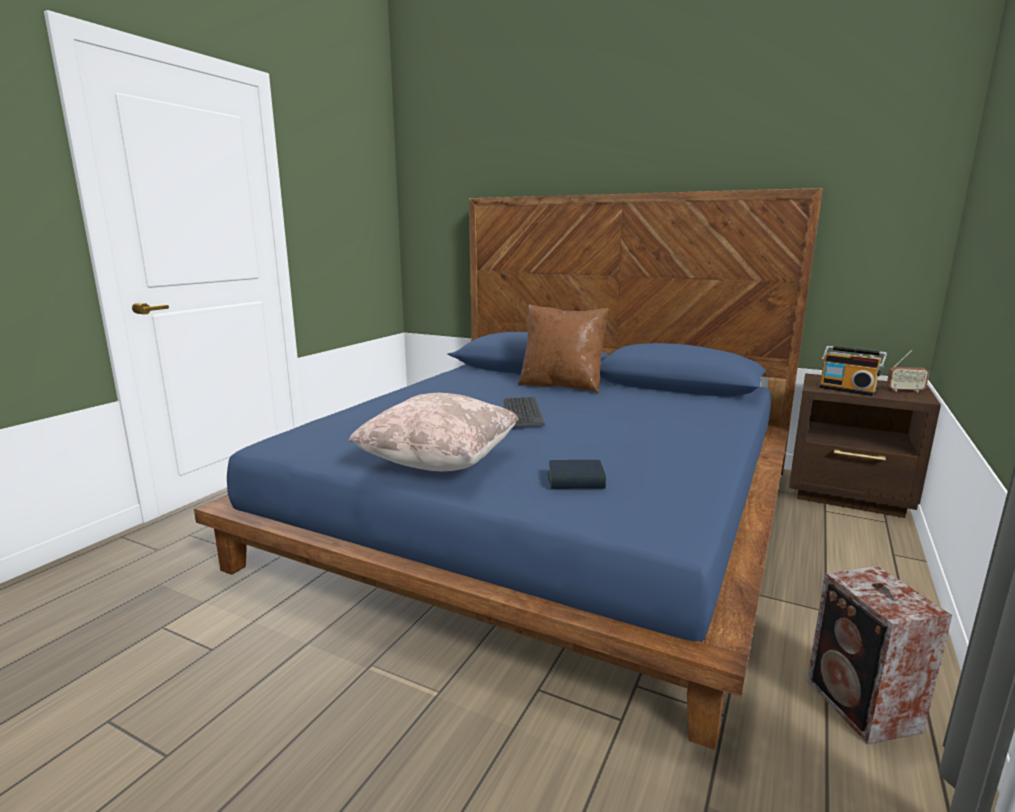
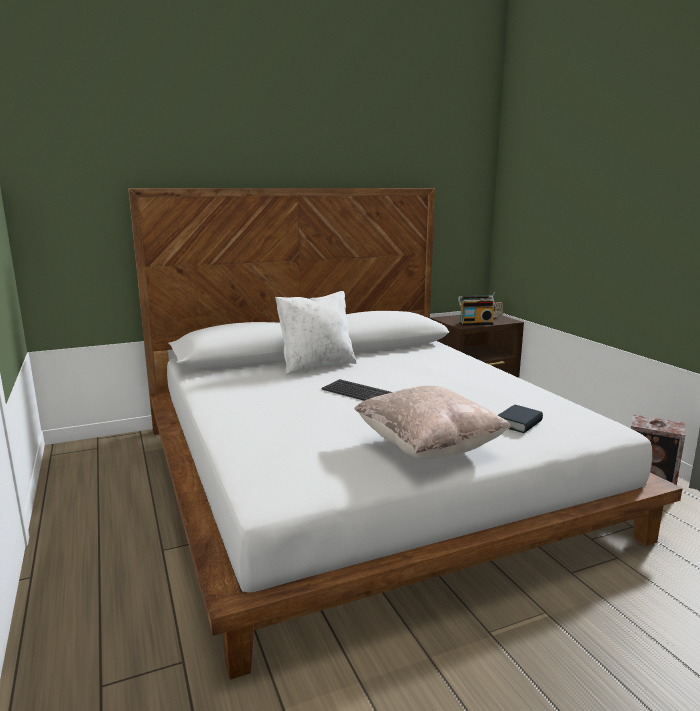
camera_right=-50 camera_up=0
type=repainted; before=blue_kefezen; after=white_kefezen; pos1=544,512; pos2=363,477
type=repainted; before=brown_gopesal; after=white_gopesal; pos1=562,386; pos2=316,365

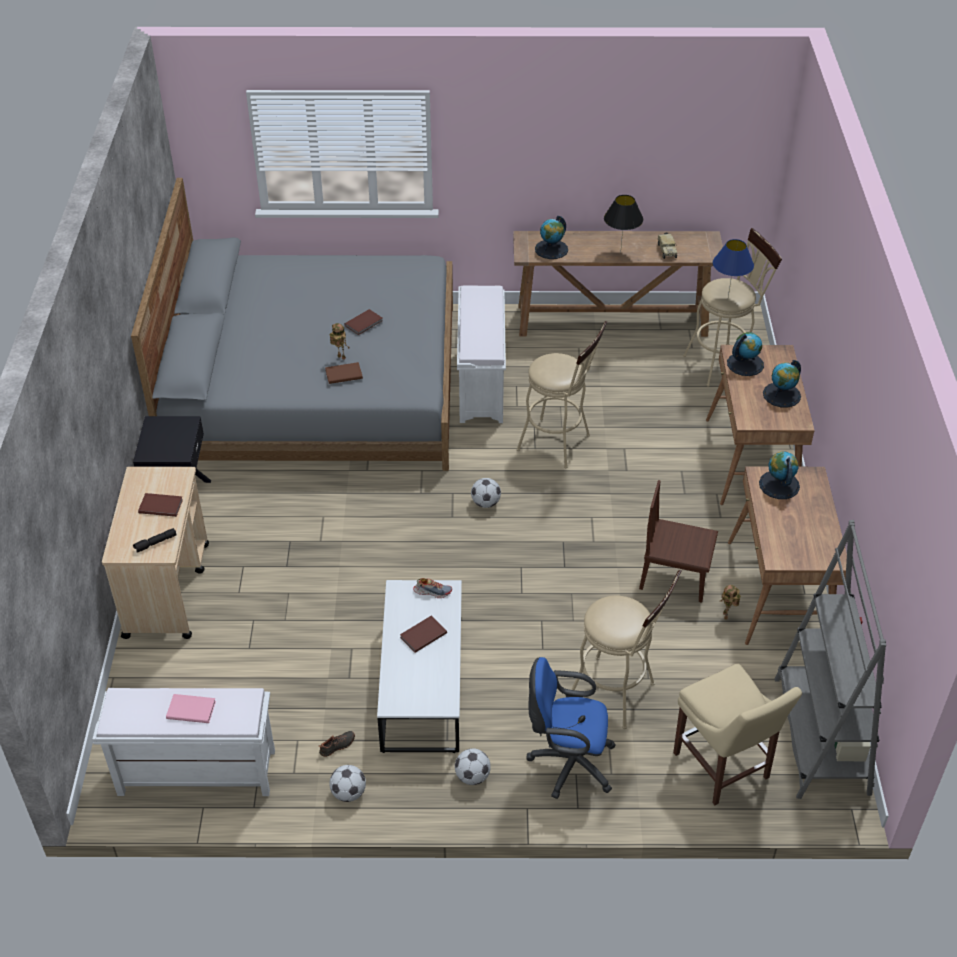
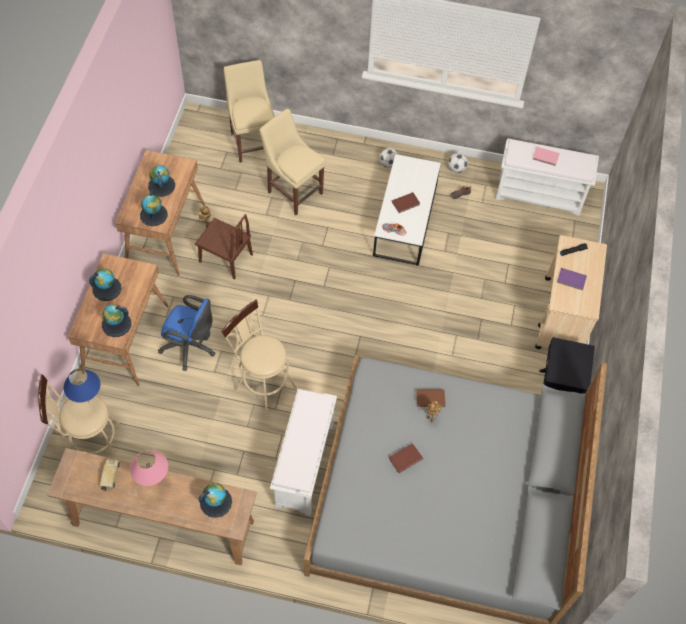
camera_right=-170 camera_up=15
type=repainted; before=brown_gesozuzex; after=purple_gesozuzex; pos1=160,505; pos2=571,280
type=gone; before=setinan; pos1=485,503
type=shifted; before=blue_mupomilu; pos1=567,763; pos2=191,347
type=swapped; before=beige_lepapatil; after=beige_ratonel; pos1=618,695; pos2=293,191
type=repainted; before=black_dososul; after=pink_dososul; pos1=620,252; pos2=154,482
type=gone; before=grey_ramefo; pos1=821,735
type=new; after=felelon; pos2=161,186

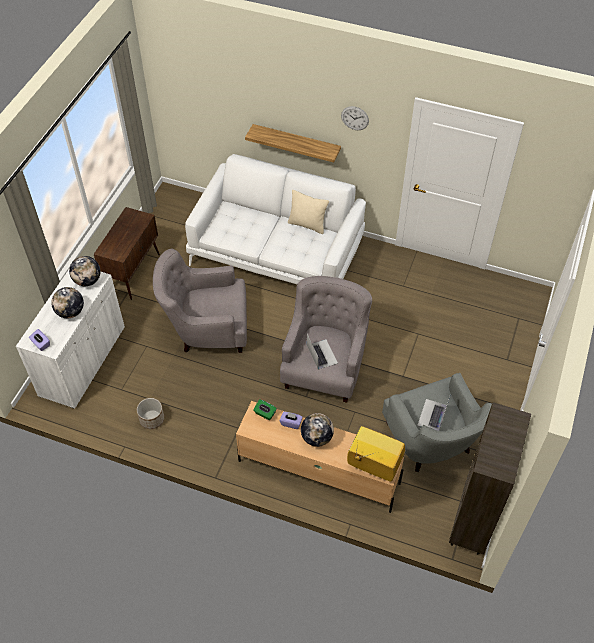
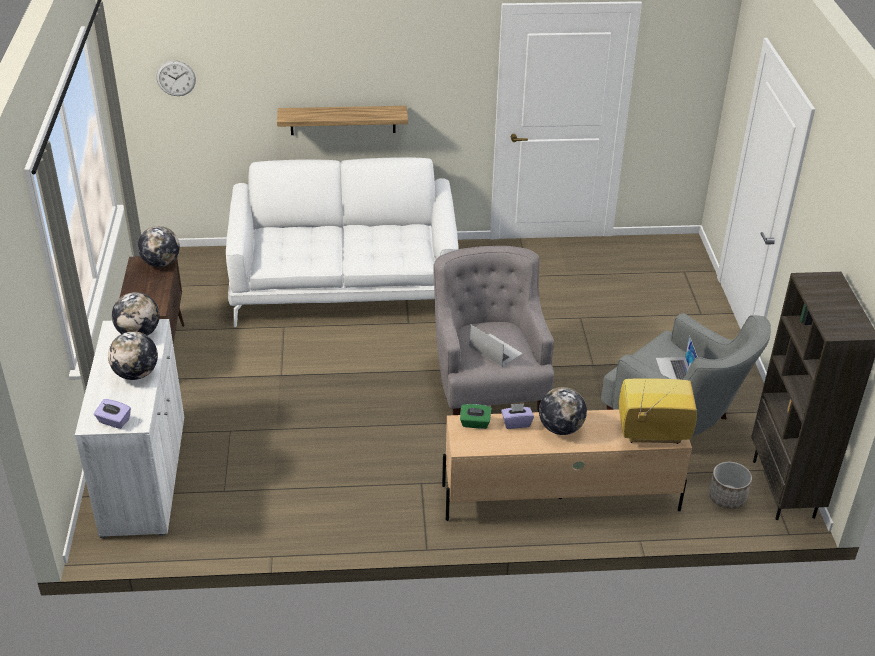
camera_right=-25 camera_up=-15
type=shifted; before=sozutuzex; pos1=152,419; pos2=727,497
type=gone; before=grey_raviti; pos1=206,329
type=gone; before=beige_gopesal; pos1=307,225
type=shifted; before=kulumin; pos1=355,118; pos2=176,78
type=new; after=felelon; pos2=161,263

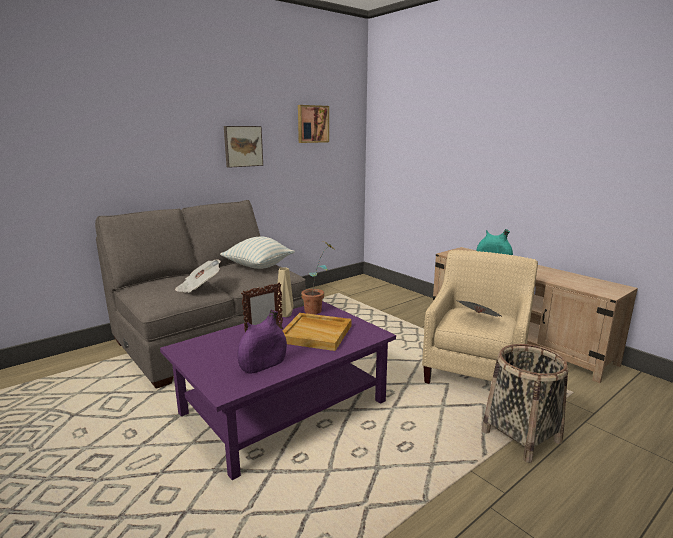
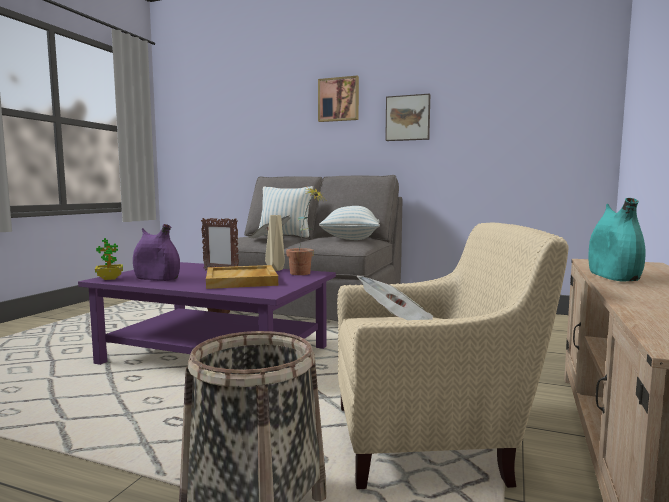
camera_right=60 camera_up=-10
type=shifted; before=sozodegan; pos1=312,124; pos2=339,99
type=new; after=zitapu; pos2=110,278
type=new; after=gopesal; pos2=285,236

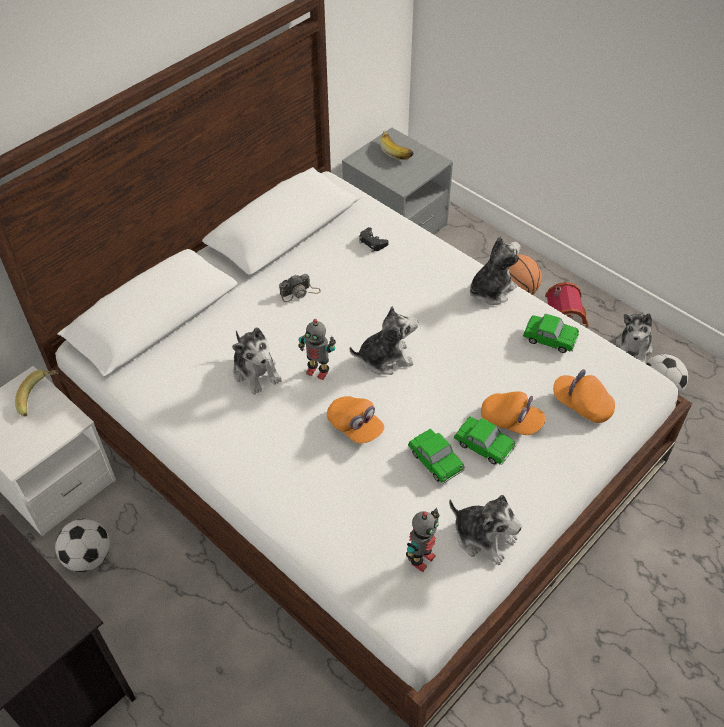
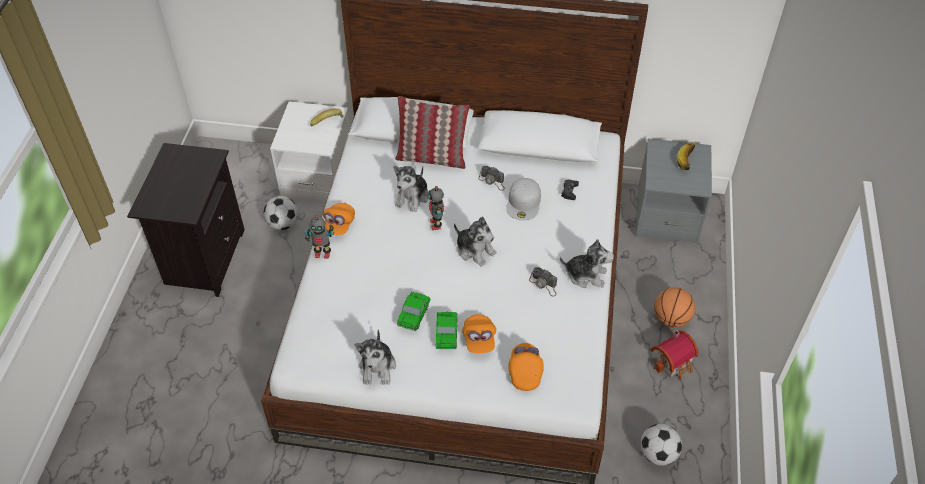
camera_right=55 camera_up=0
type=shifted; before=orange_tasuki; pos1=355,427; pos2=339,225
type=shifted; before=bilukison; pos1=421,559; pos2=322,253
type=gone; before=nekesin; pos1=549,339
type=gone; before=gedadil; pos1=633,348
type=new; after=gopesal; pos2=431,157
type=new; after=white_tasuki; pos2=524,203
type=new; after=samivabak; pos2=544,284

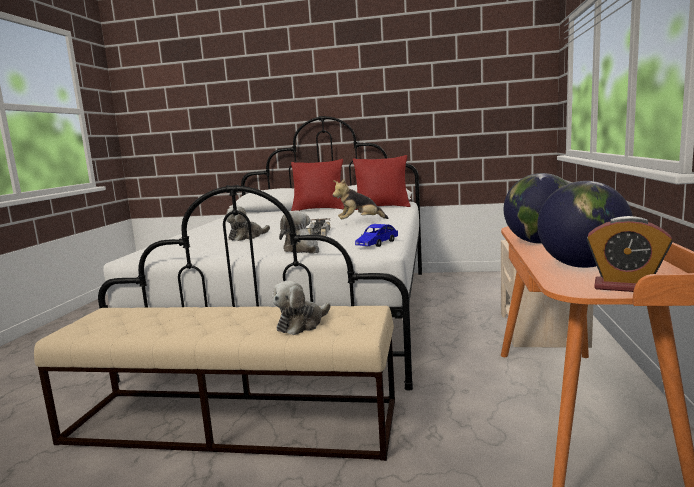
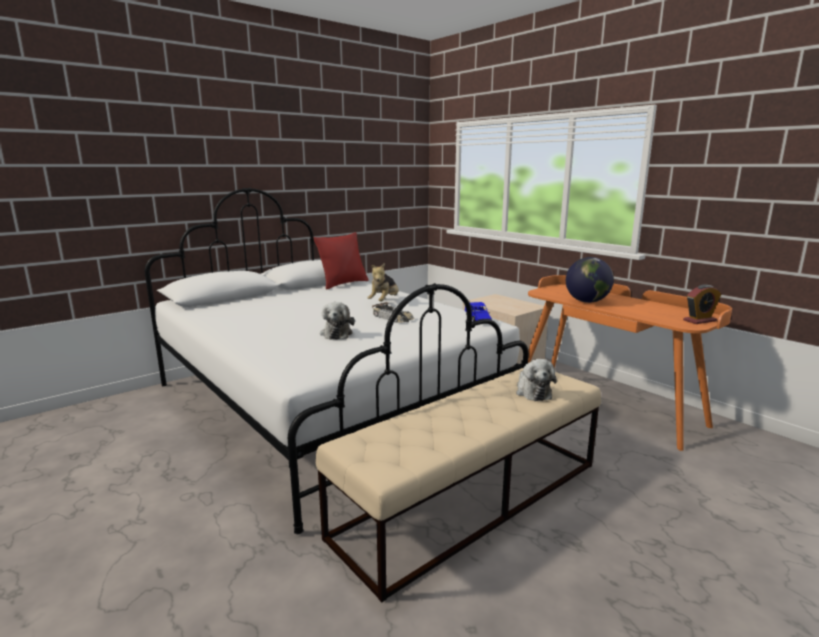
camera_right=-50 camera_up=5
type=gone; before=gedadil; pos1=302,249
type=gone; before=red_gopesal; pos1=319,209
type=gone; before=felelon; pos1=582,266

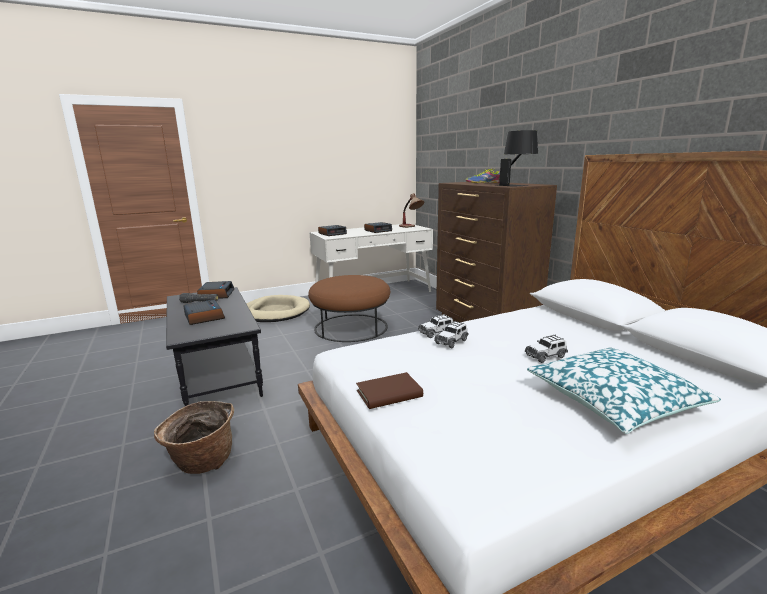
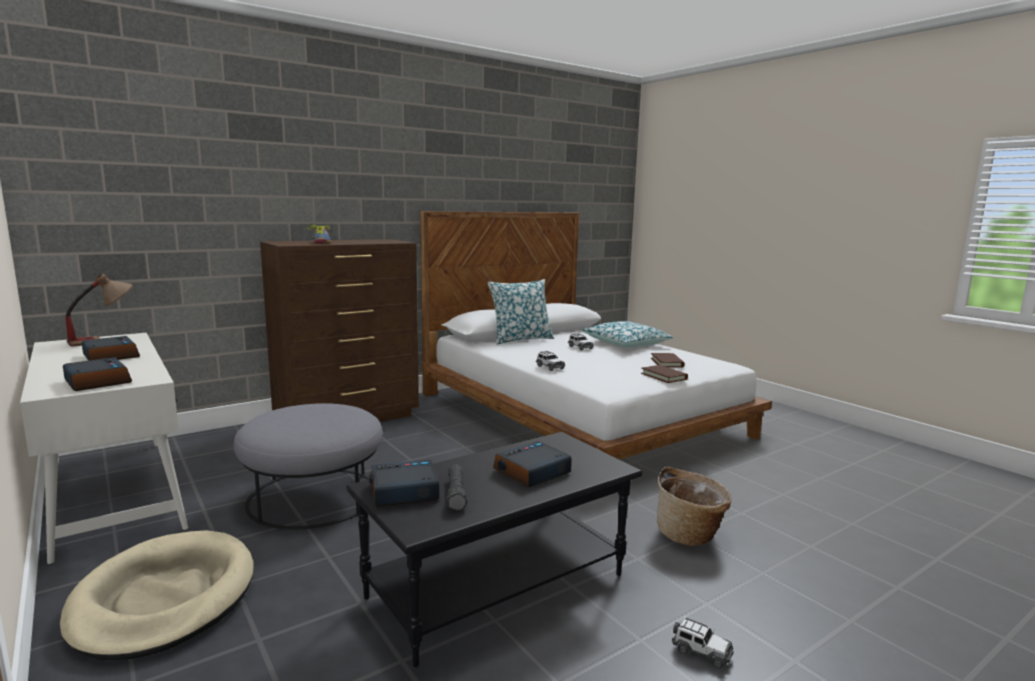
camera_right=-100 camera_up=-5
type=repainted; before=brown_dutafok; after=grey_dutafok; pos1=351,327; pos2=314,496
type=shifted; before=nekesin; pos1=451,341; pos2=701,652
type=gone; before=black_dososul; pos1=516,185
type=new; after=gopesal; pos2=520,339
type=new; after=brown_gesozuzex; pos2=667,362

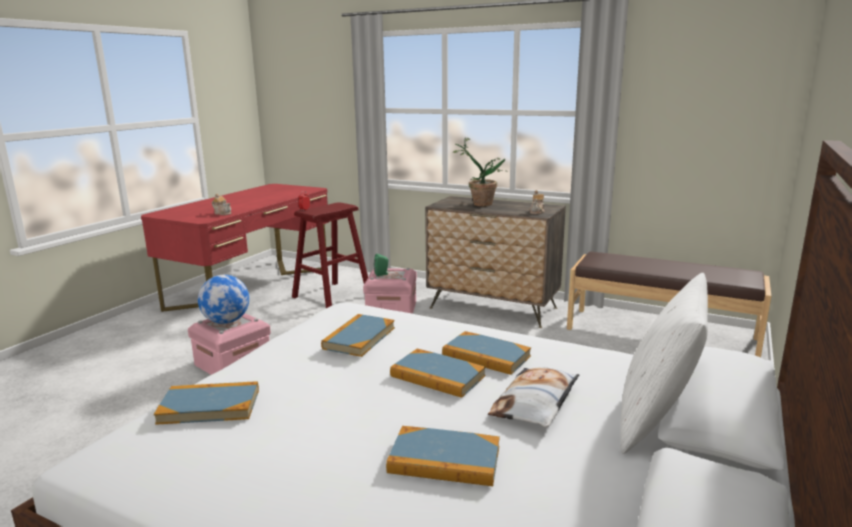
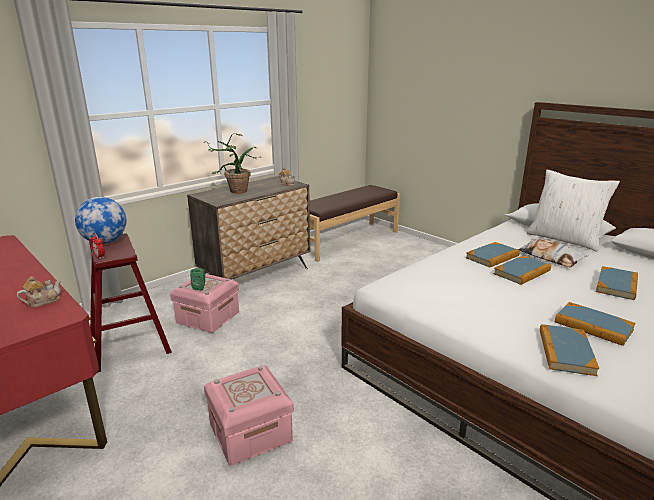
camera_right=-70 camera_up=5
type=shifted; before=felelon; pos1=226,321; pos2=105,242
type=shifted; before=gesozuzex; pos1=359,338; pos2=593,326

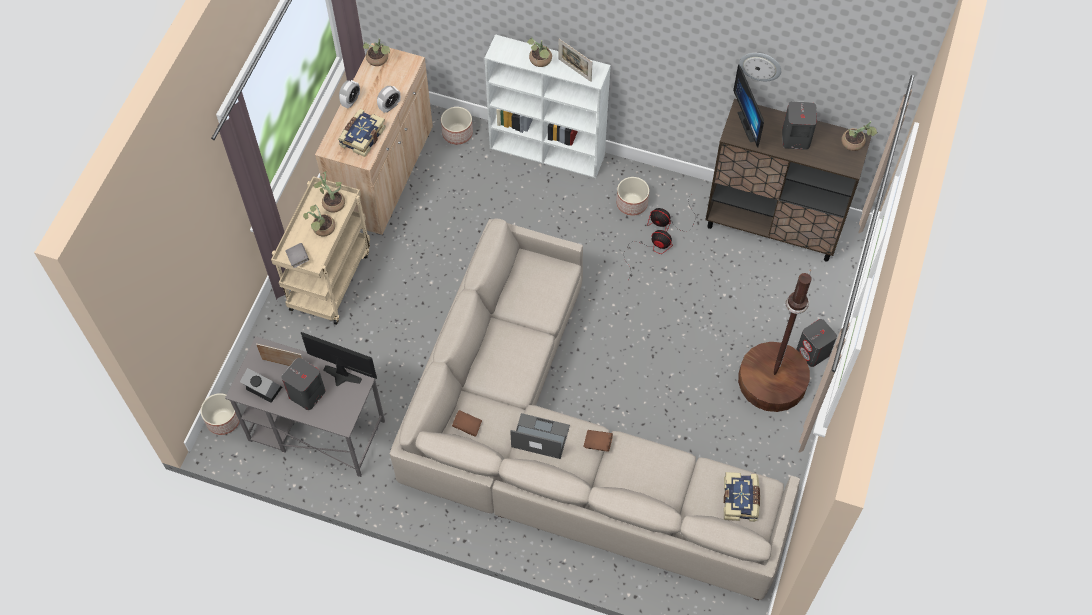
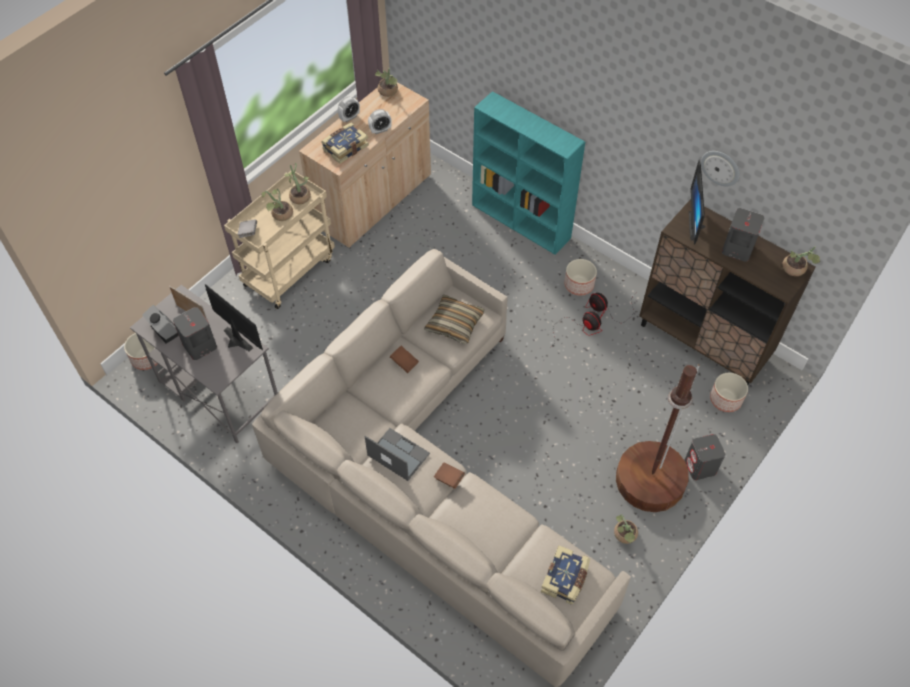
camera_right=20 camera_up=-5
type=shifted; before=sozutuzex; pos1=457,133; pos2=726,399
type=shifted; before=brown_gesozuzex; pos1=467,426; pos2=404,363
type=repainted; before=white_ramefo; after=turquoise_ramefo; pos1=548,152; pos2=522,222
type=shifted; before=zitapu; pos1=540,61; pos2=624,536
type=gone; before=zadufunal; pos1=574,70
type=new; after=gopesal; pos2=454,324

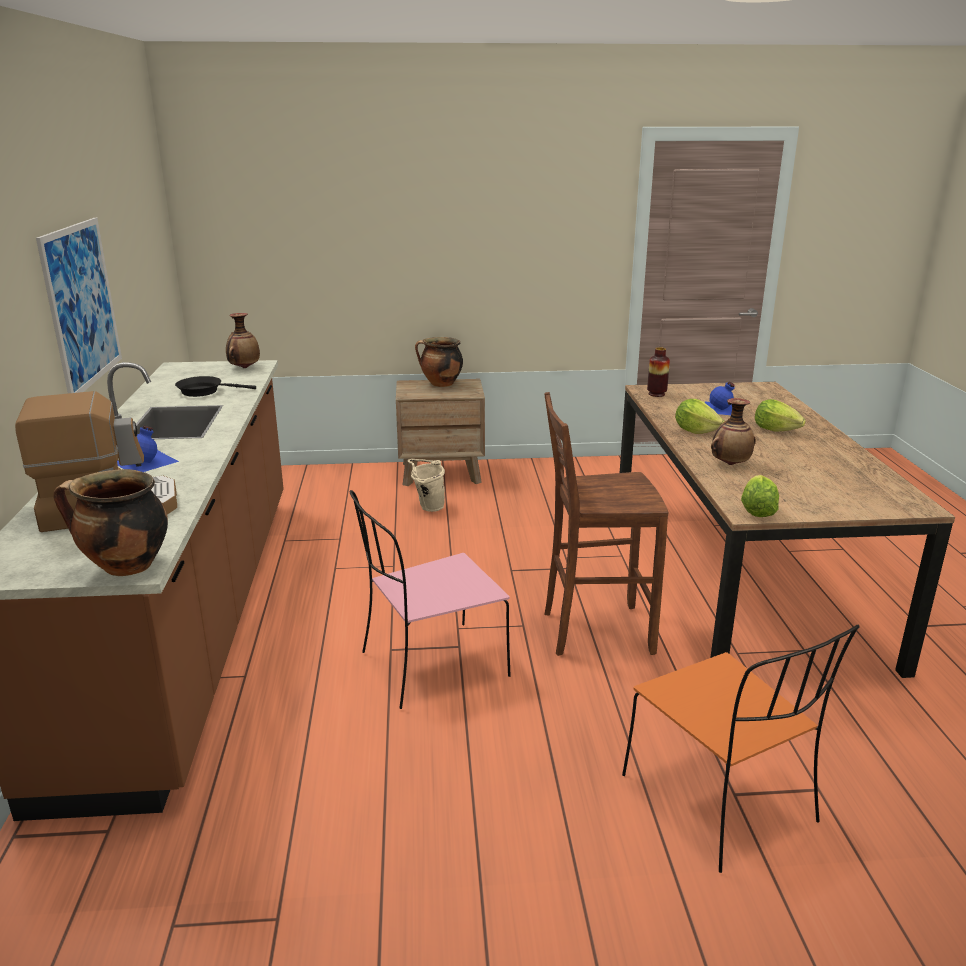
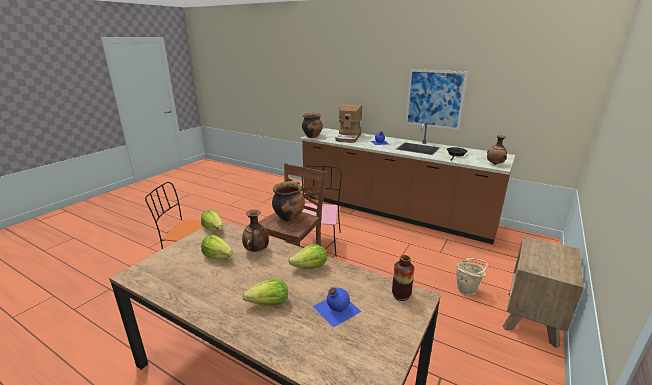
camera_right=125 camera_up=0
type=shifted; before=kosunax; pos1=440,384; pos2=289,217
type=new; after=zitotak; pos2=218,256

